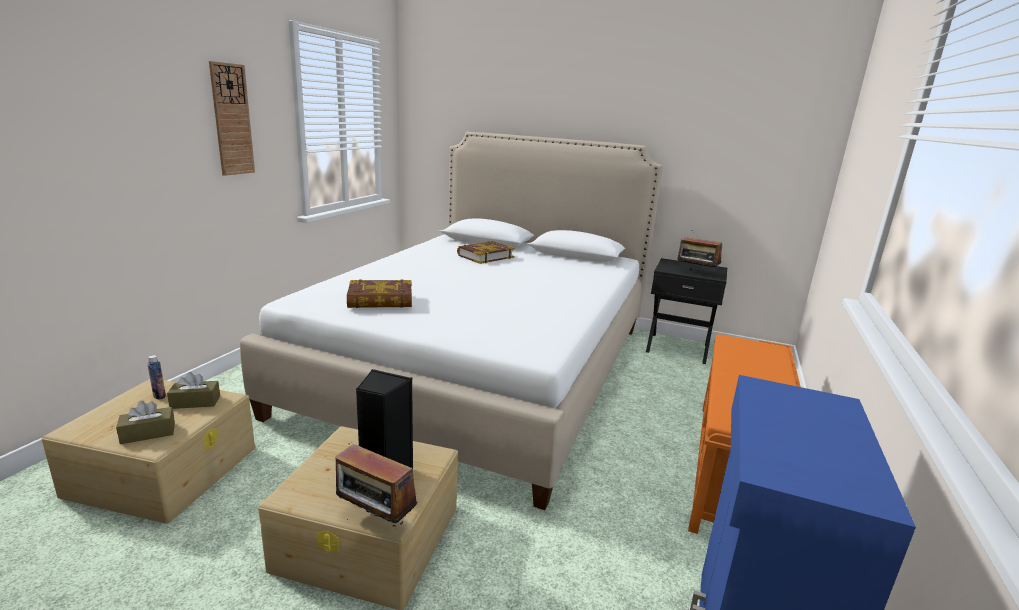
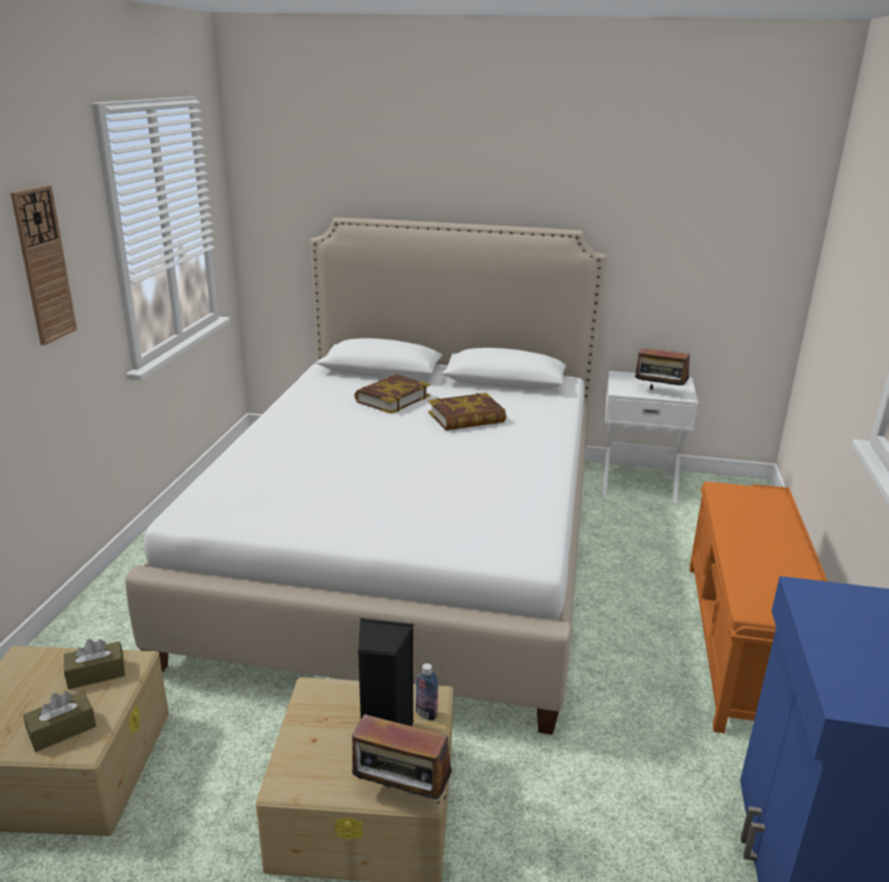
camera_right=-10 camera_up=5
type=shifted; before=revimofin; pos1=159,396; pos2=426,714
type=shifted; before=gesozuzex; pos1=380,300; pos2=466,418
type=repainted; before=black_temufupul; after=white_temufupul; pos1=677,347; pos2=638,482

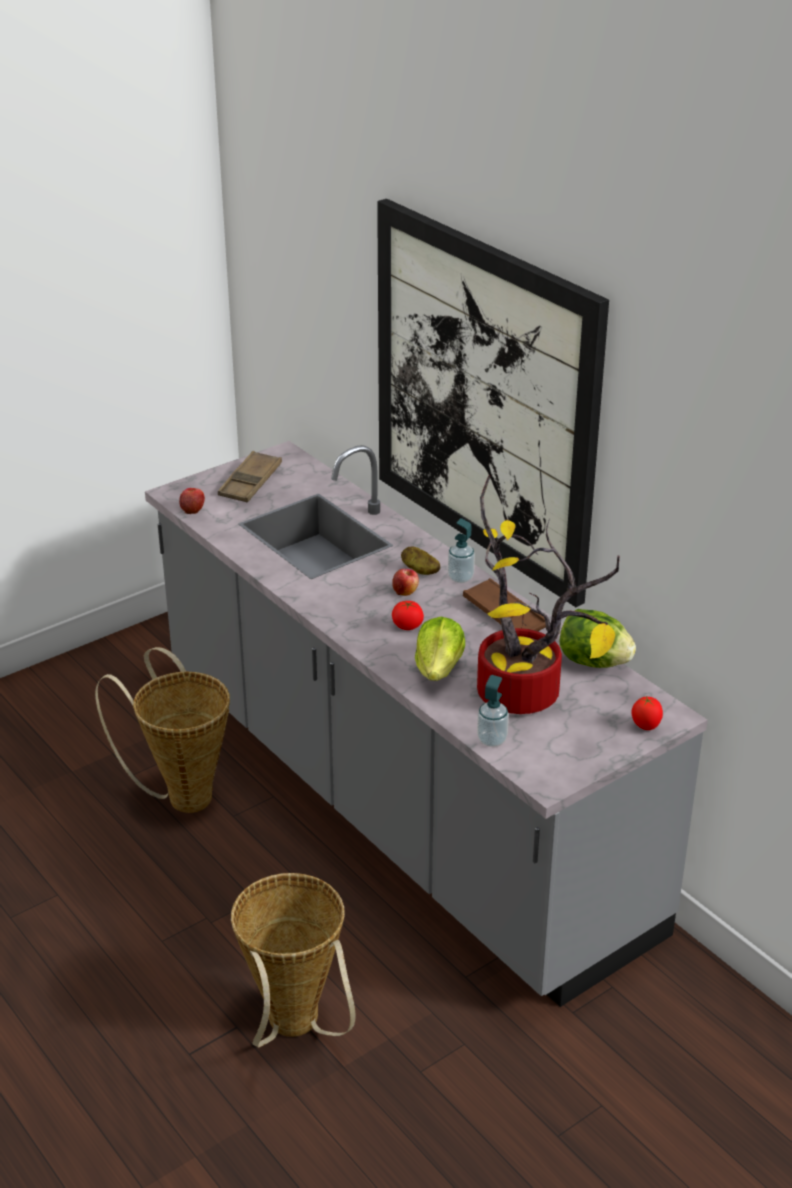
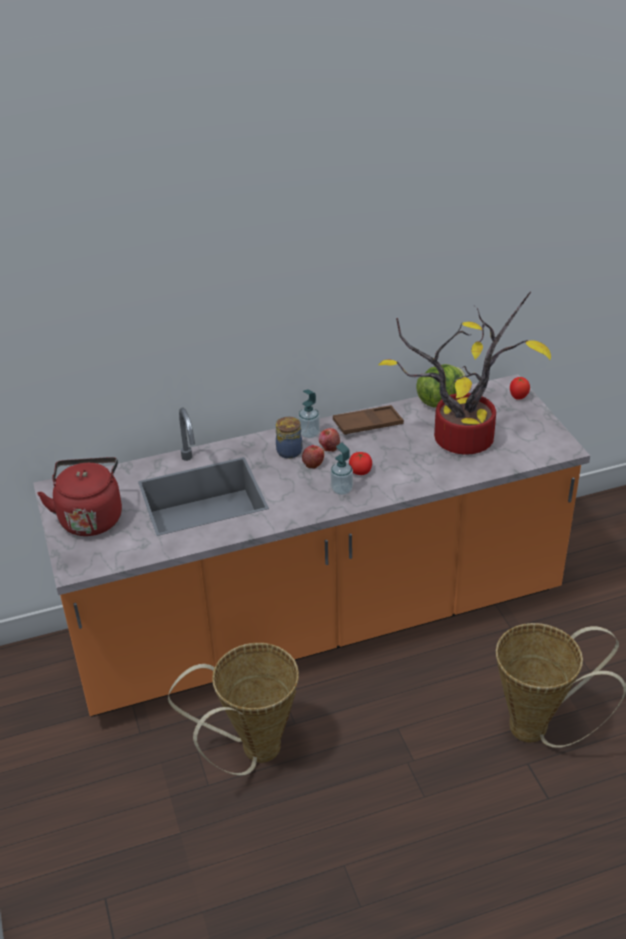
camera_right=-70 camera_up=5
type=repainted; before=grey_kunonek; after=orange_kunonek; pos1=396,799; pos2=318,621
type=shifted; before=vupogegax; pos1=192,509; pos2=329,447
type=swapped; before=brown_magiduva; after=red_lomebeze; pos1=250,482; pos2=90,517
type=gone; before=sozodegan; pos1=484,398
type=swapped; before=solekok; after=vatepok; pos1=420,570; pos2=288,451
type=gone; before=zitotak; pos1=439,669
type=shifted; before=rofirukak; pos1=492,740; pos2=342,490

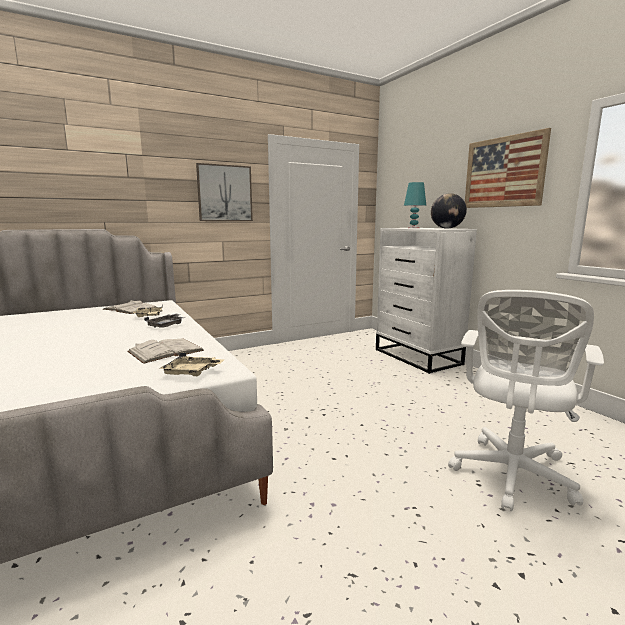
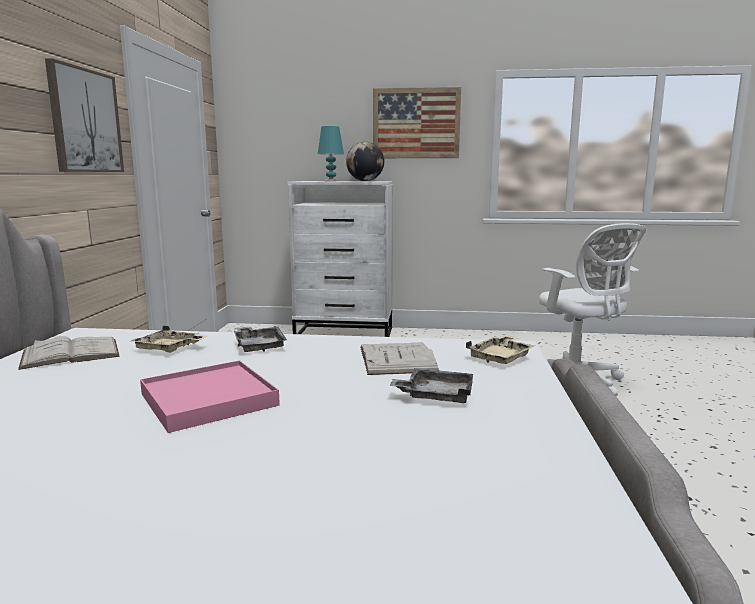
camera_right=-55 camera_up=0
type=new; after=pink_magiduva; pos2=209,400
type=new; after=grey_magiduva; pos2=436,395

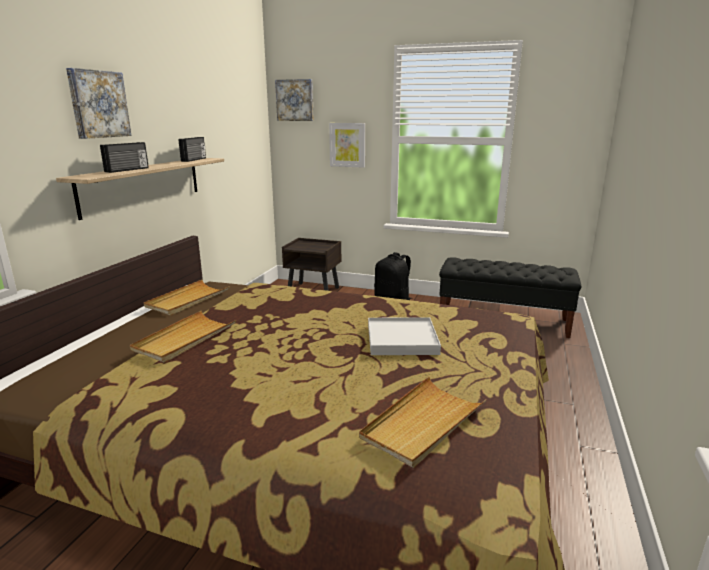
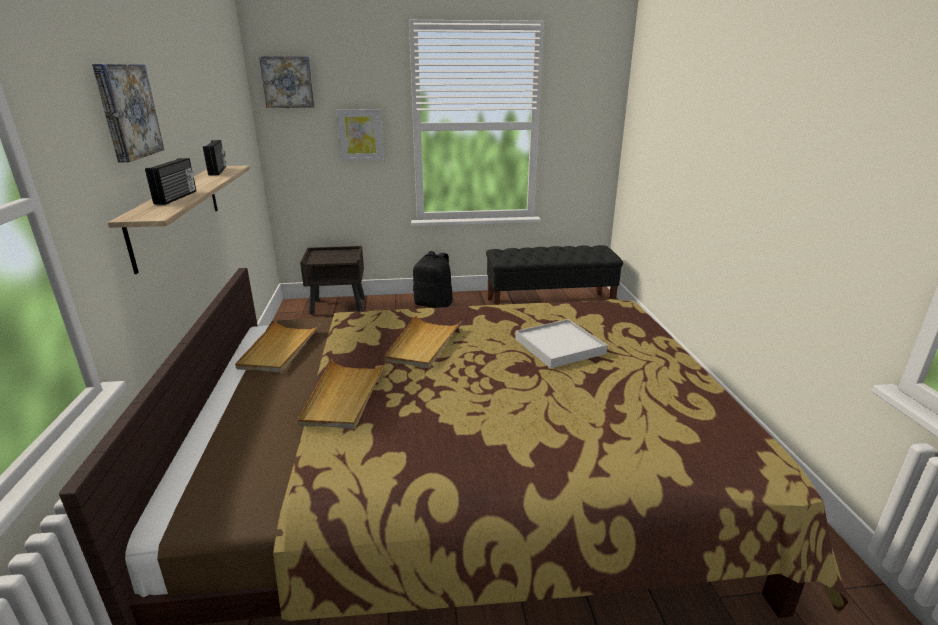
camera_right=-25 camera_up=5
type=shifted; before=beige_magiduva; pos1=422,423; pos2=423,344

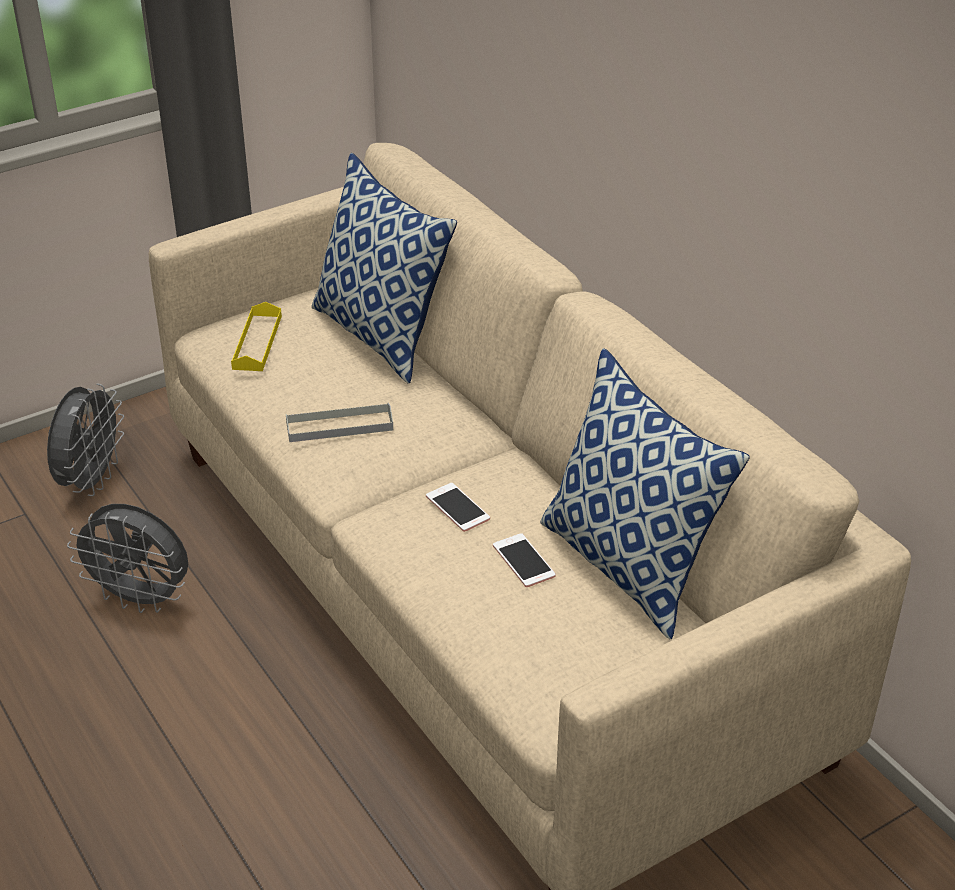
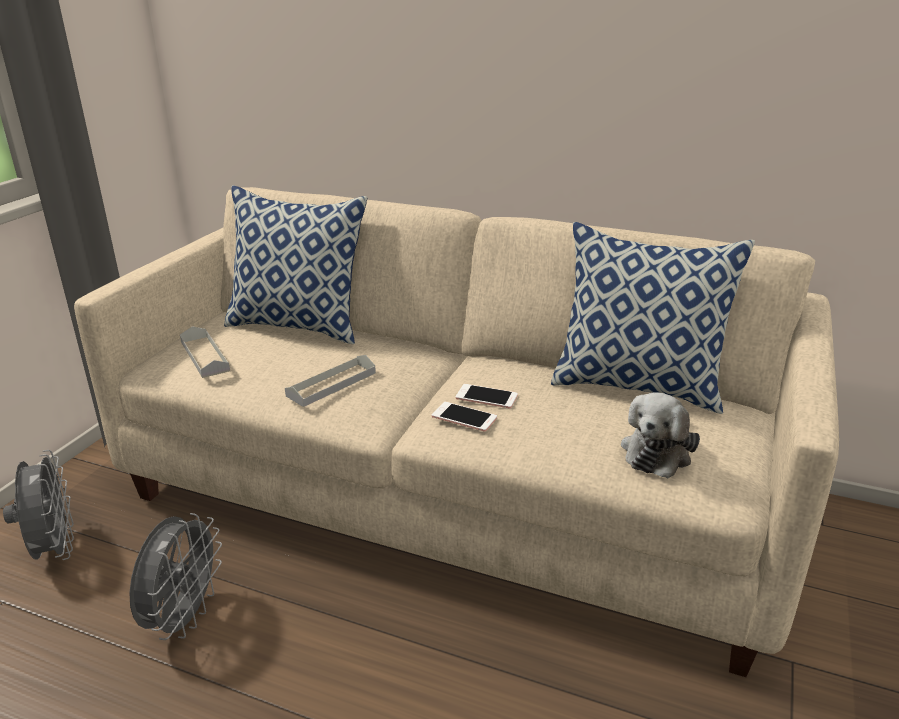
camera_right=-35 camera_up=-10
type=rotated; before=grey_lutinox; pos1=141,599; pos2=184,618; turn=-60
type=repainted; before=yellow_magiduva; after=grey_magiduva; pos1=257,342; pos2=204,356
type=shifted; before=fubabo; pos1=523,561; pos2=464,417
type=new; after=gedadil; pos2=658,451

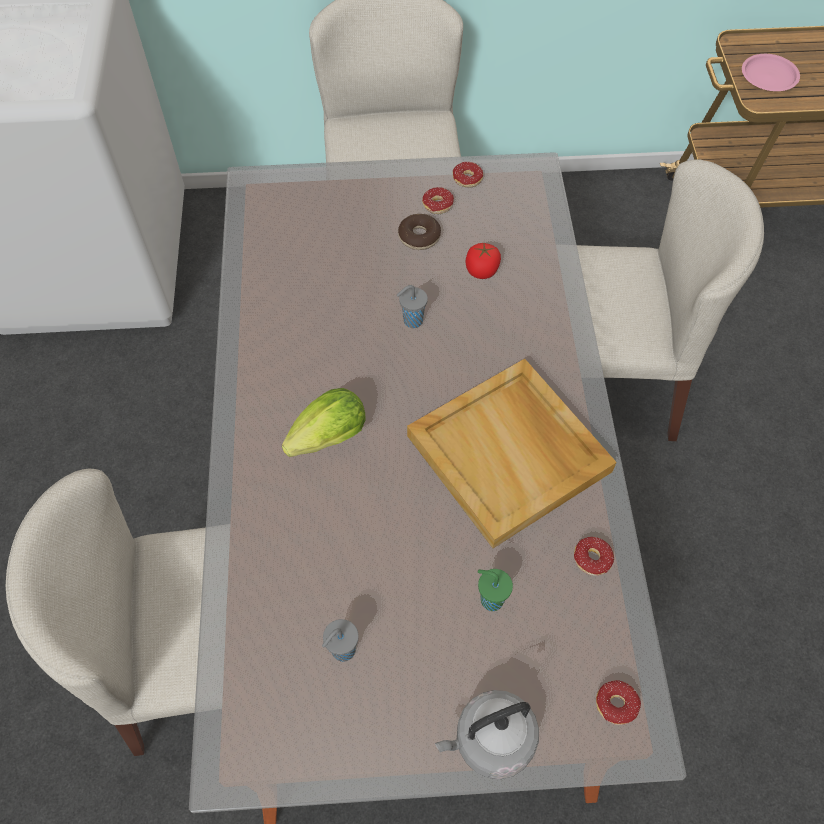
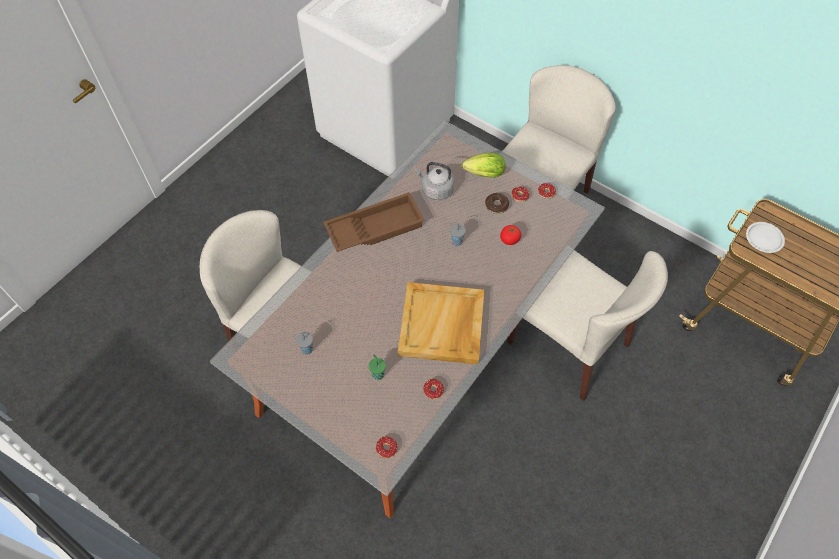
camera_right=40 camera_up=0
type=shifted; before=zitotak; pos1=324,440; pos2=482,174
type=shifted; before=grey_lomebeze; pos1=490,741; pos2=435,190
type=repainted; before=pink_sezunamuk; after=white_sezunamuk; pos1=768,77; pos2=763,239
type=new; after=brown_magiduva; pos2=375,227

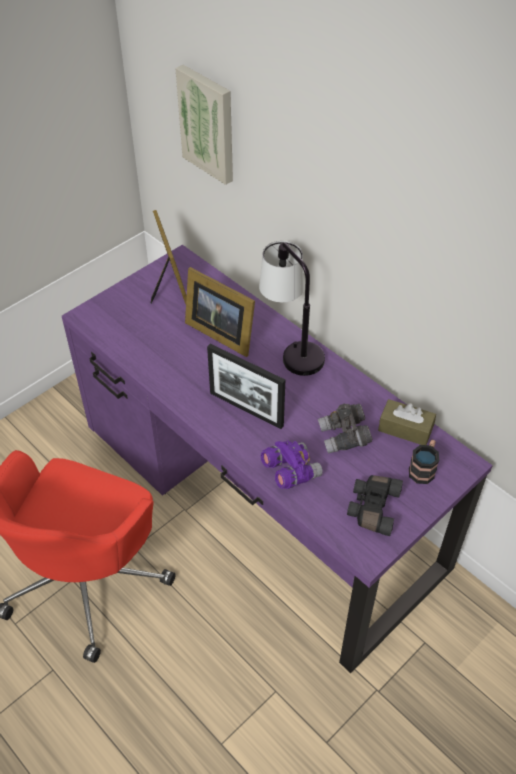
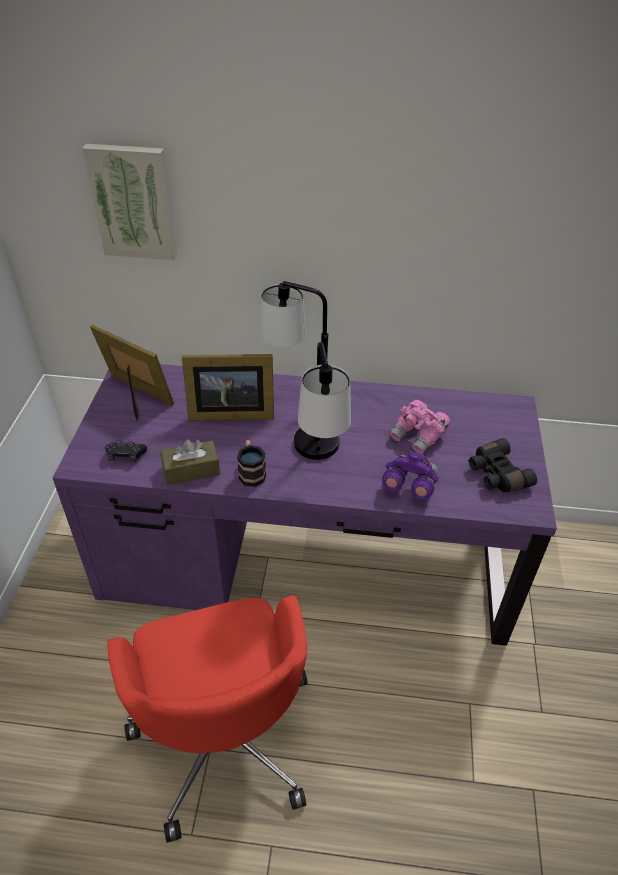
camera_right=-40 camera_up=-5
type=swapped; before=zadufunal; after=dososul; pos1=246,409; pos2=320,459
type=repainted; before=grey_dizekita; after=pink_dizekita; pos1=344,437; pos2=418,436
type=shifted; before=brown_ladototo; pos1=405,429; pos2=191,470
type=shifted; before=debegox; pos1=423,468; pos2=251,472
type=new; after=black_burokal; pos2=126,455

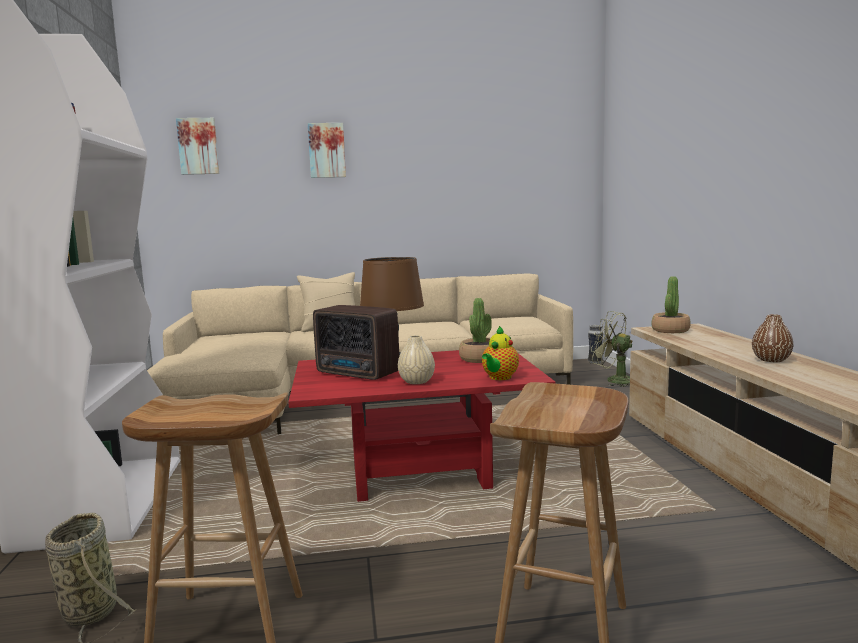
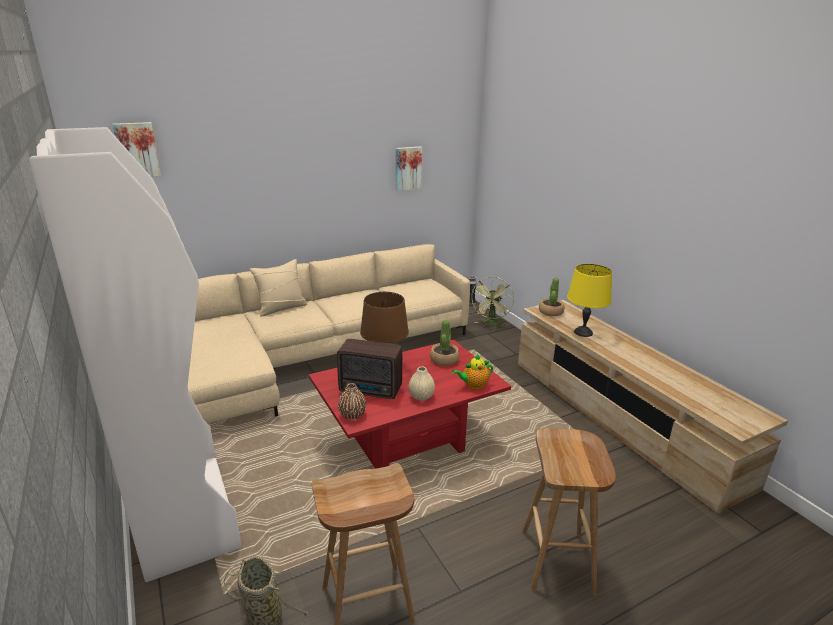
camera_right=-20 camera_up=15
type=shifted; before=sozodegan; pos1=327,150; pos2=408,168
type=rotated; before=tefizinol; pos1=499,378; pos2=473,385; turn=60
type=rotated; before=green_lutinox; pos1=613,380; pos2=491,324; turn=-90
type=shifted; before=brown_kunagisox; pos1=771,360; pos2=352,415
type=new; after=yellow_dososul; pos2=583,332

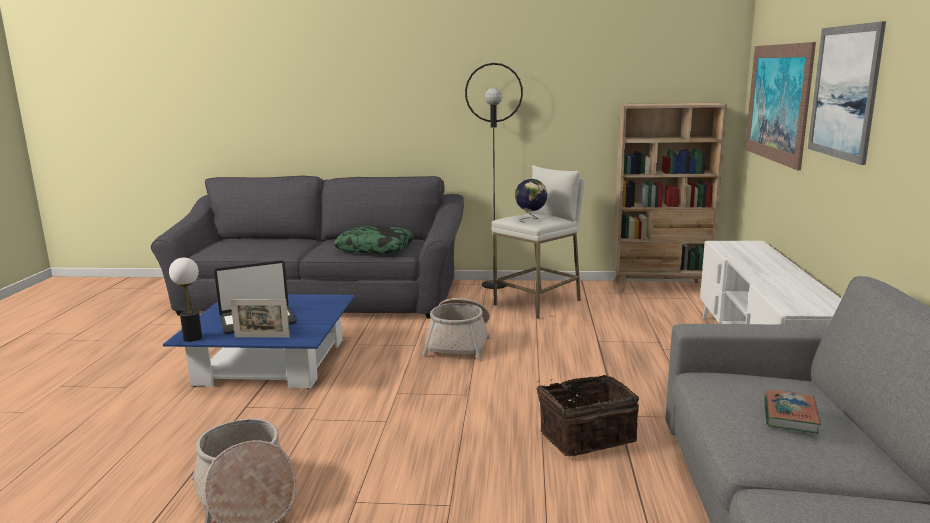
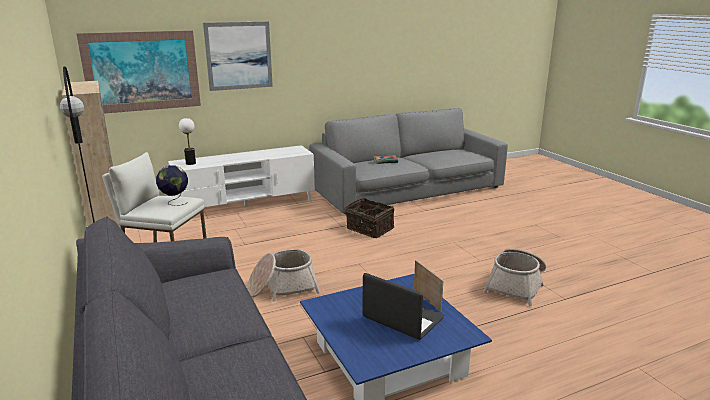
camera_right=-120 camera_up=5
type=shifted; before=dososul; pos1=192,338; pos2=191,163
type=gone; before=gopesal; pos1=375,248

